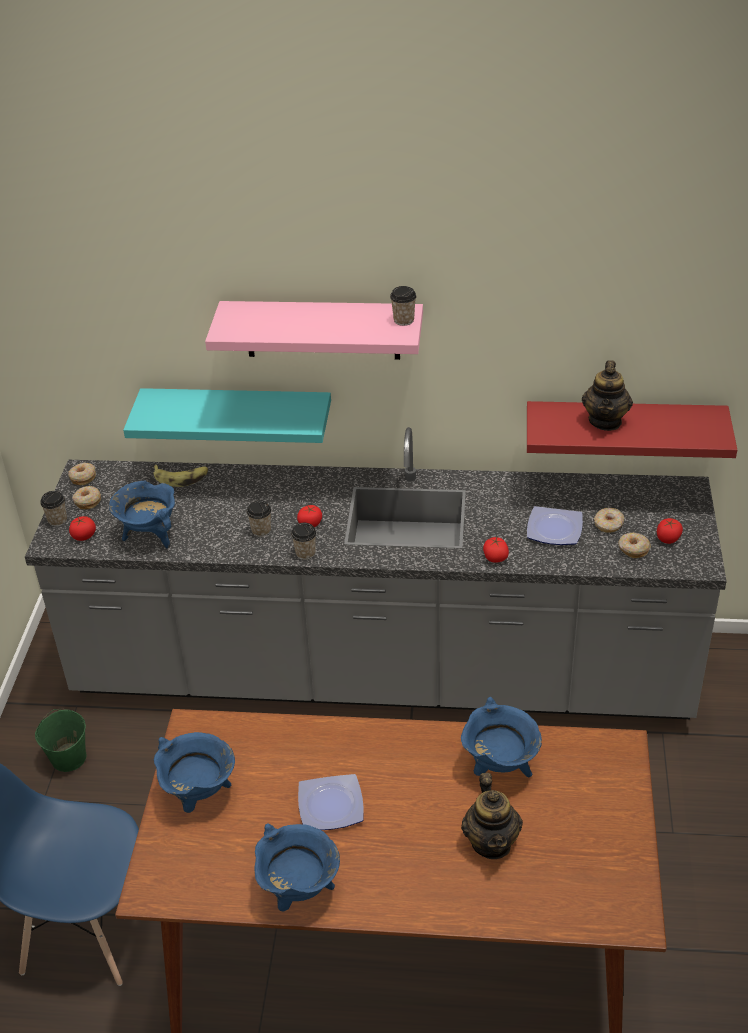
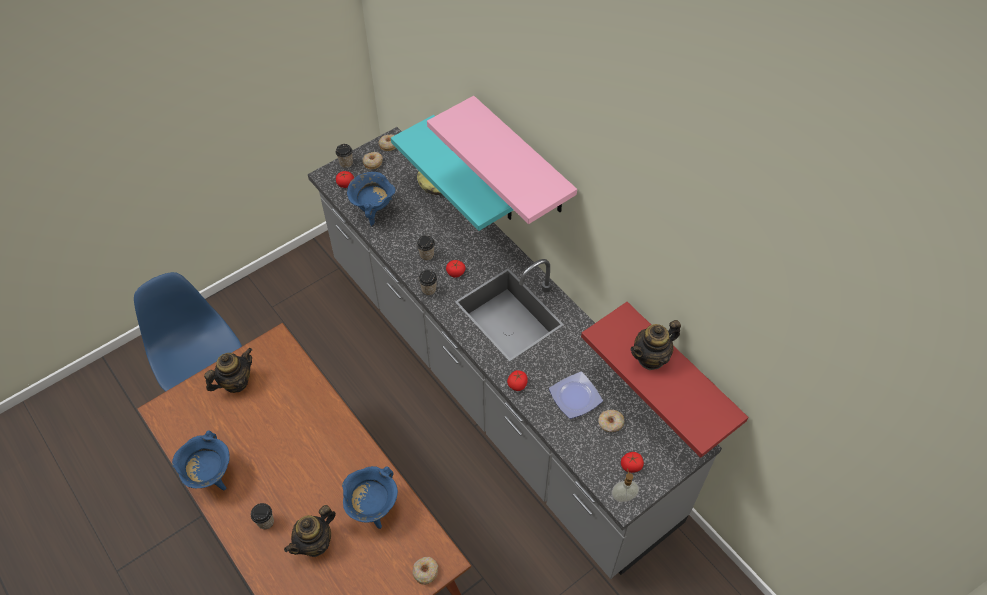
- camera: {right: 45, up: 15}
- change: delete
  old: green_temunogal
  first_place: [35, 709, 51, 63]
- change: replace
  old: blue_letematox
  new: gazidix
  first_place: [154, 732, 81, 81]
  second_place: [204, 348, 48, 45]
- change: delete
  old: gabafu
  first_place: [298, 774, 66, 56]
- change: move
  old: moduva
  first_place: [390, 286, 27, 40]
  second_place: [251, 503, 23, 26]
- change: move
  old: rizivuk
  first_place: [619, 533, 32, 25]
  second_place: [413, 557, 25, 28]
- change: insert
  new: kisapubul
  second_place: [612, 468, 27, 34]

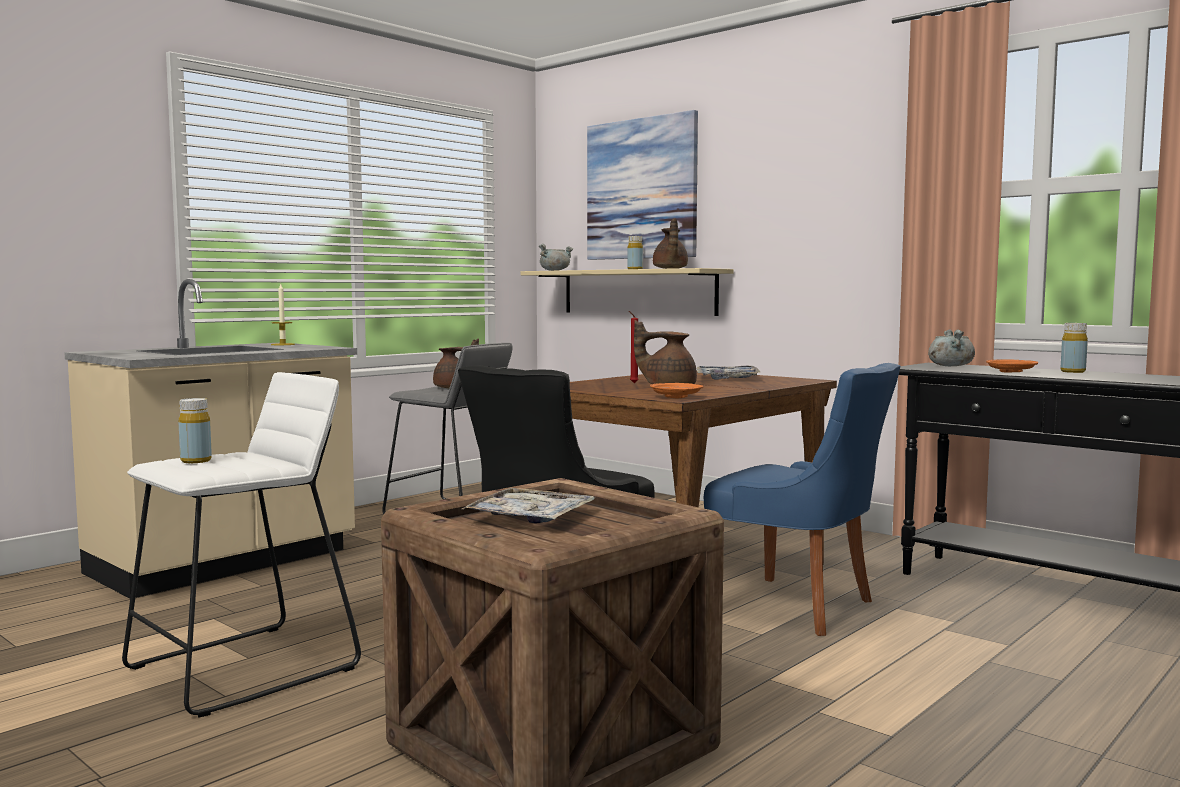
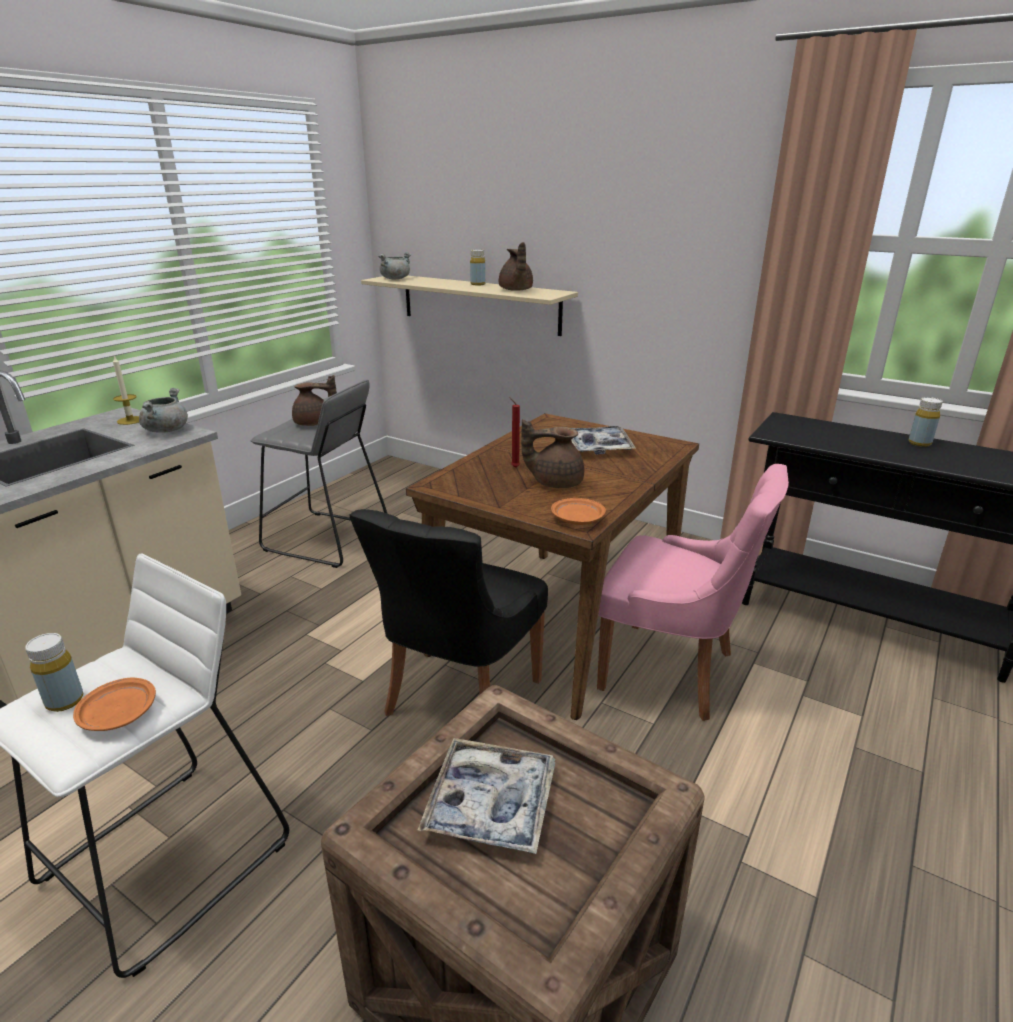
- camera: {right: -10, up: 20}
- change: delete
  old: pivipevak
  first_place: [587, 110, 111, 150]
- change: recolor
  old: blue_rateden
  new: pink_rateden
  first_place: [704, 363, 197, 273]
  second_place: [597, 464, 192, 257]
- change: move
  old: grey_letematox
  first_place: [928, 329, 47, 37]
  second_place: [139, 388, 49, 45]
- change: move
  old: orange_gabafu
  first_place: [986, 359, 52, 14]
  second_place: [73, 677, 83, 54]

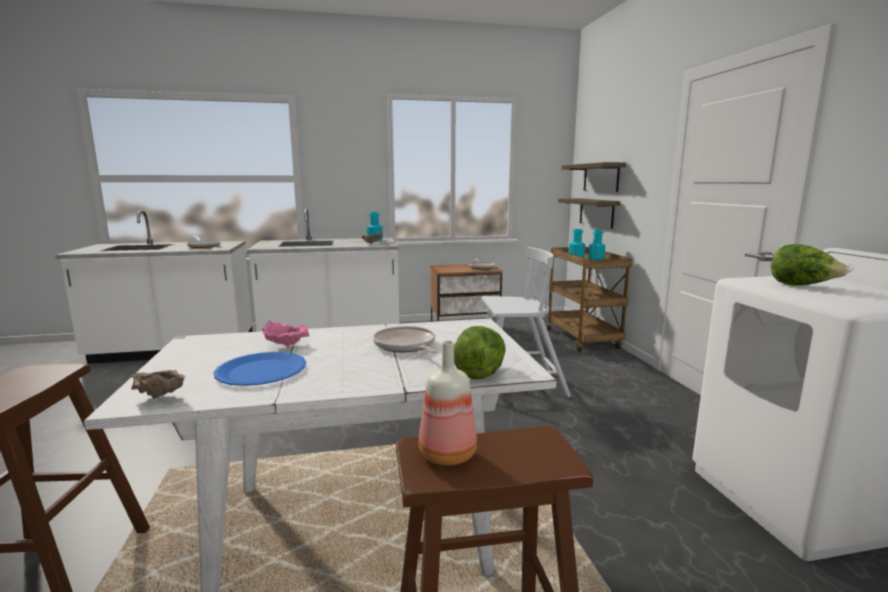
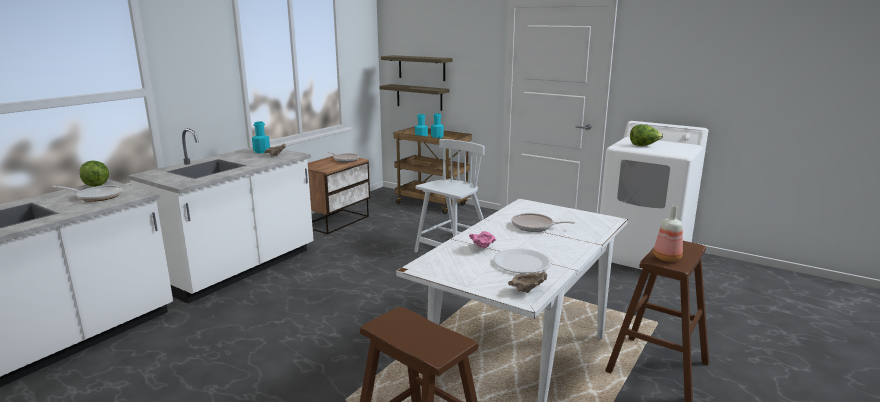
- camera: {right: -45, up: 5}
- change: recolor
  old: blue_gabafu
  new: white_gabafu
  first_place: [214, 352, 92, 34]
  second_place: [493, 249, 59, 24]
- change: move
  old: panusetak
  first_place: [454, 326, 52, 53]
  second_place: [80, 160, 29, 27]

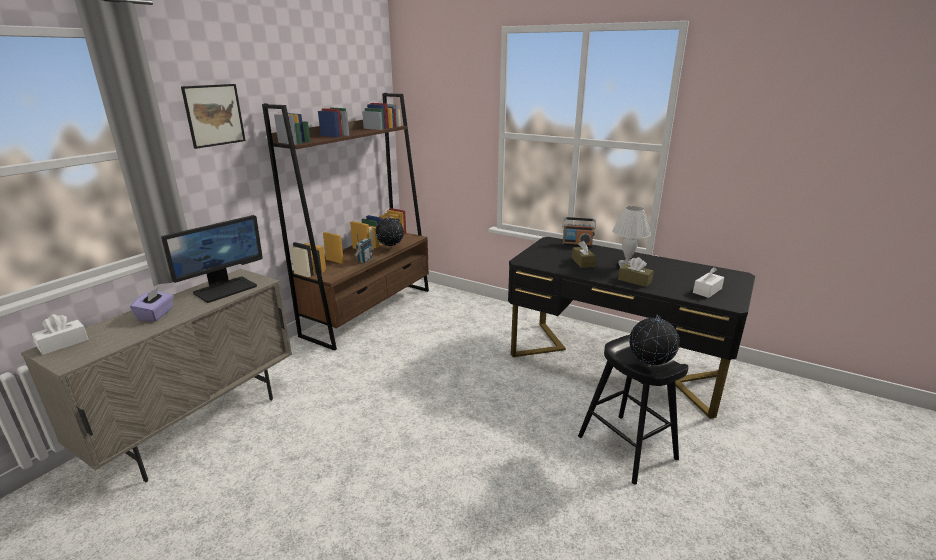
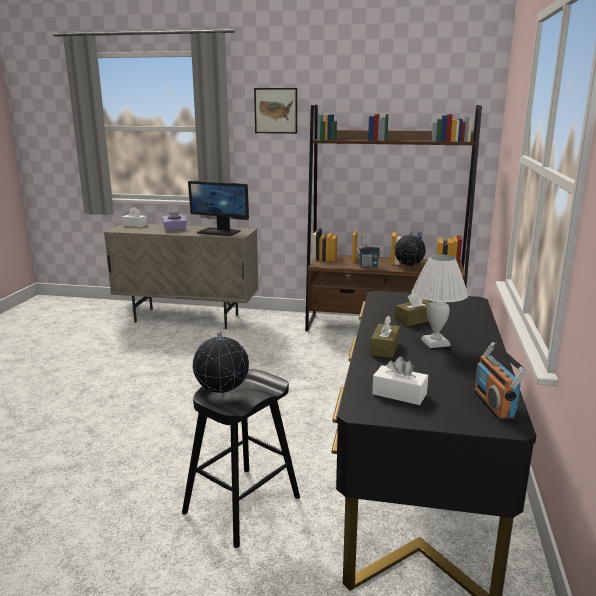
- camera: {right: 70, up: -5}
- change: move
  old: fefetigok
  first_place: [562, 217, 34, 30]
  second_place: [474, 342, 53, 79]

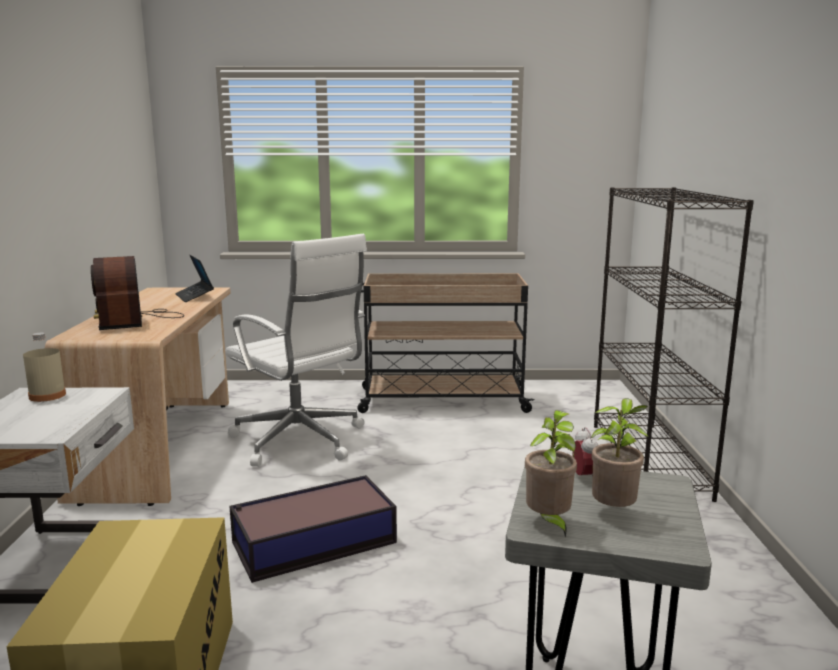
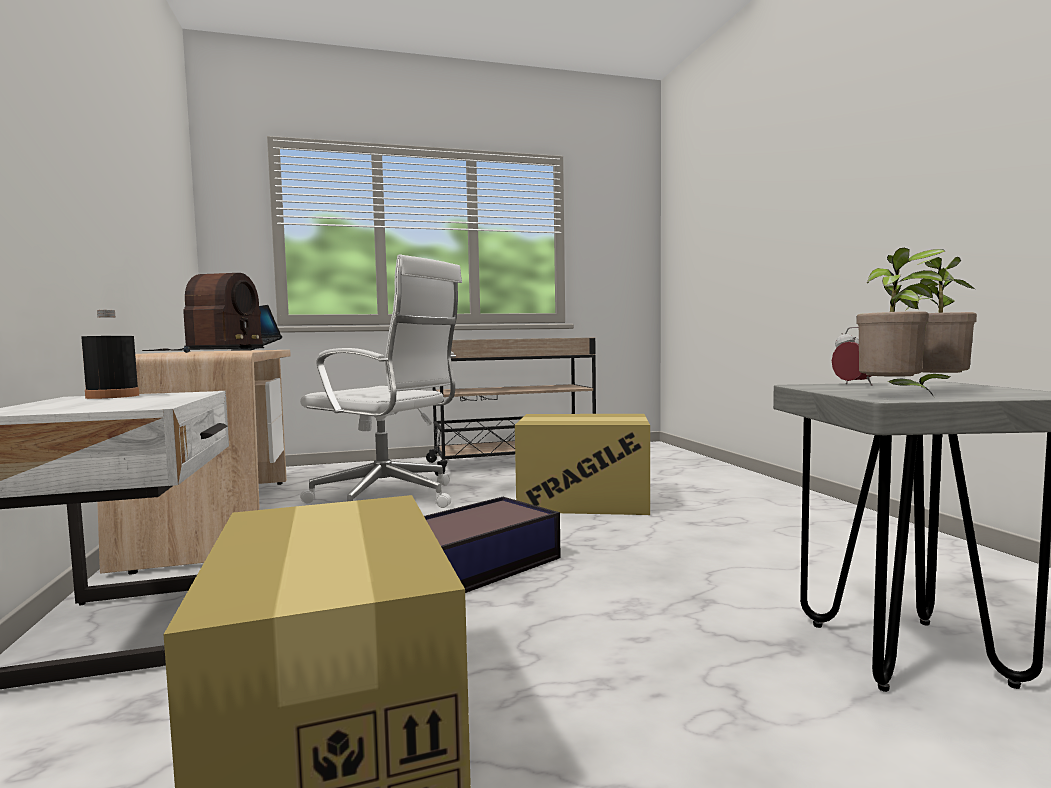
- camera: {right: -15, up: -10}
- change: recolor
  old: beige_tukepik
  new: black_tukepik
  first_place: [23, 333, 43, 69]
  second_place: [81, 310, 58, 89]
- change: rotate
  old: fefetigok
  first_place: [91, 256, 93, 74]
  second_place: [142, 273, 122, 80]
  degrees: -135
- change: delete
  old: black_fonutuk
  first_place: [594, 187, 160, 315]
- change: insert
  new: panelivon
  second_place: [515, 414, 135, 101]

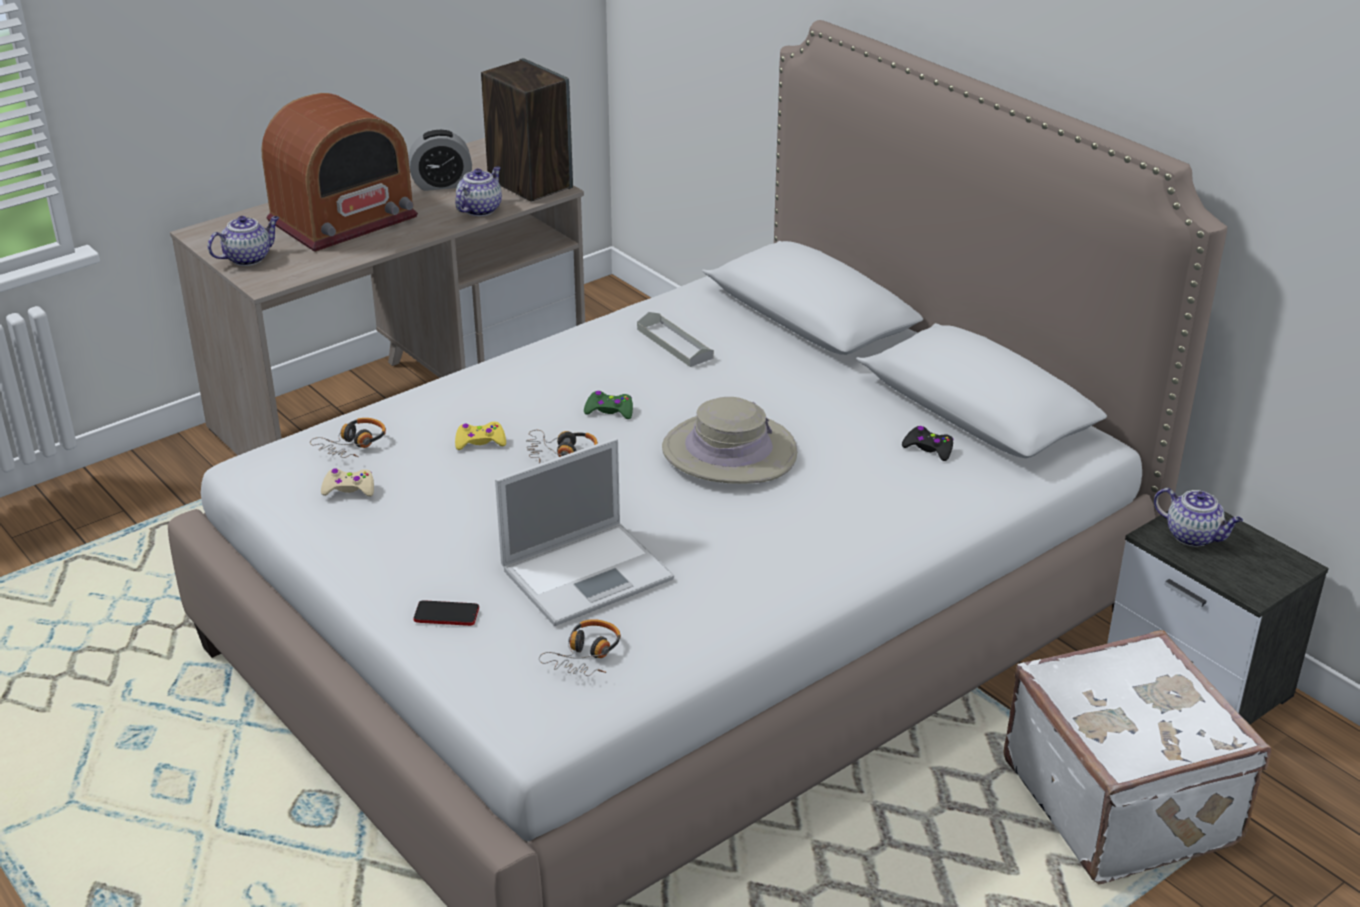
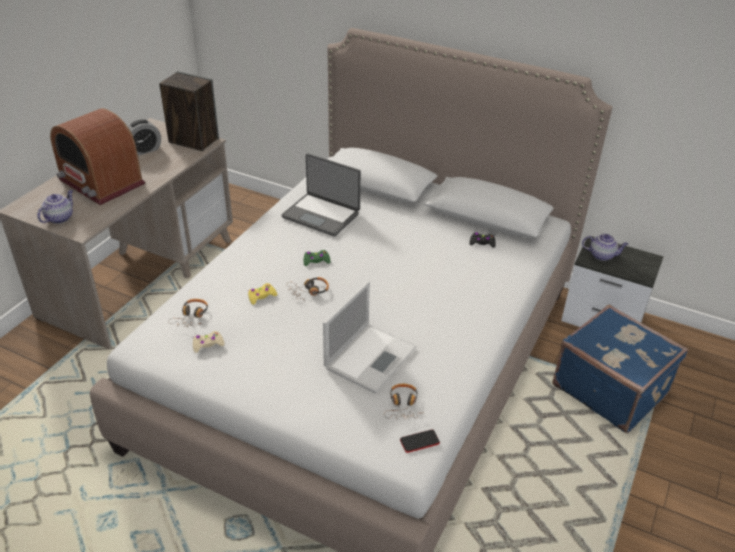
- camera: {right: -25, up: 5}
- change: rotate
  old: fefetigok
  first_place: [261, 93, 157, 159]
  second_place: [50, 108, 95, 97]
  degrees: 105
- change: move
  old: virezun
  first_place: [413, 600, 66, 26]
  second_place: [400, 430, 40, 23]
- change: delete
  old: gazidix
  first_place: [455, 166, 47, 50]
- change: replace
  old: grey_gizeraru
  new: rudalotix
  first_place: [637, 312, 77, 55]
  second_place: [281, 153, 80, 83]
- change: delete
  old: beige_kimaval
  first_place: [662, 397, 136, 87]
- change: recolor
  old: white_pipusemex
  new: blue_pipusemex
  first_place: [1003, 630, 268, 254]
  second_place: [552, 304, 136, 129]

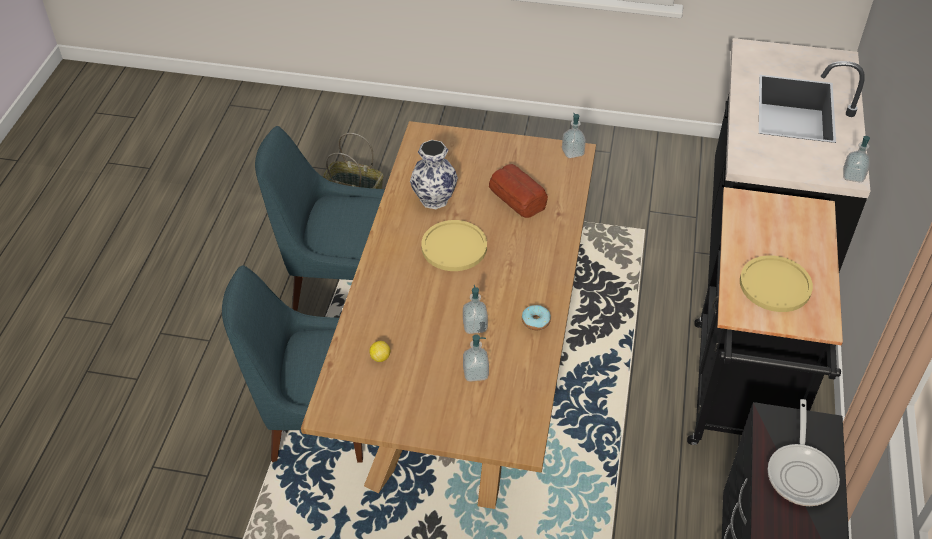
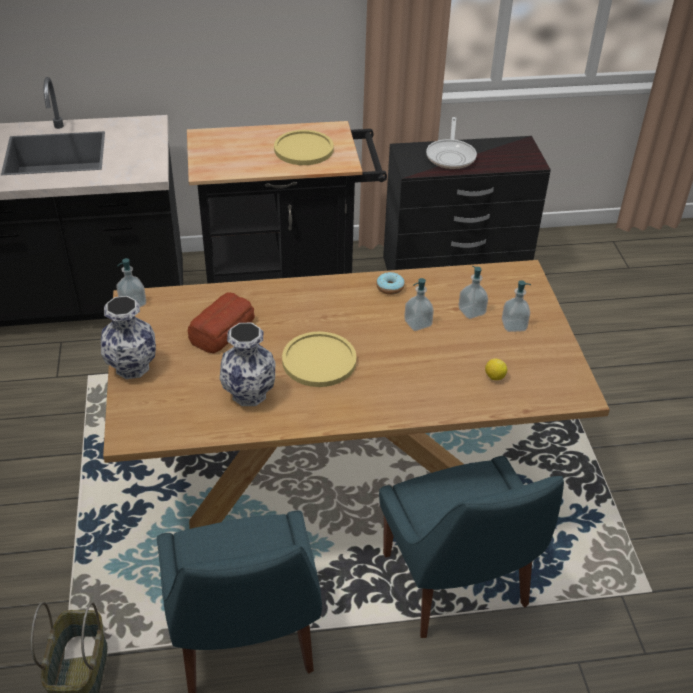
- camera: {right: -110, up: -5}
- change: rotate
  old: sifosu
  first_place: [768, 399, 72, 107]
  second_place: [426, 117, 51, 52]
  degrees: 105
- change: move
  old: kisapubul
  first_place: [843, 136, 27, 46]
  second_place: [502, 280, 29, 52]
- change: insert
  new: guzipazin
  second_place: [101, 296, 55, 83]

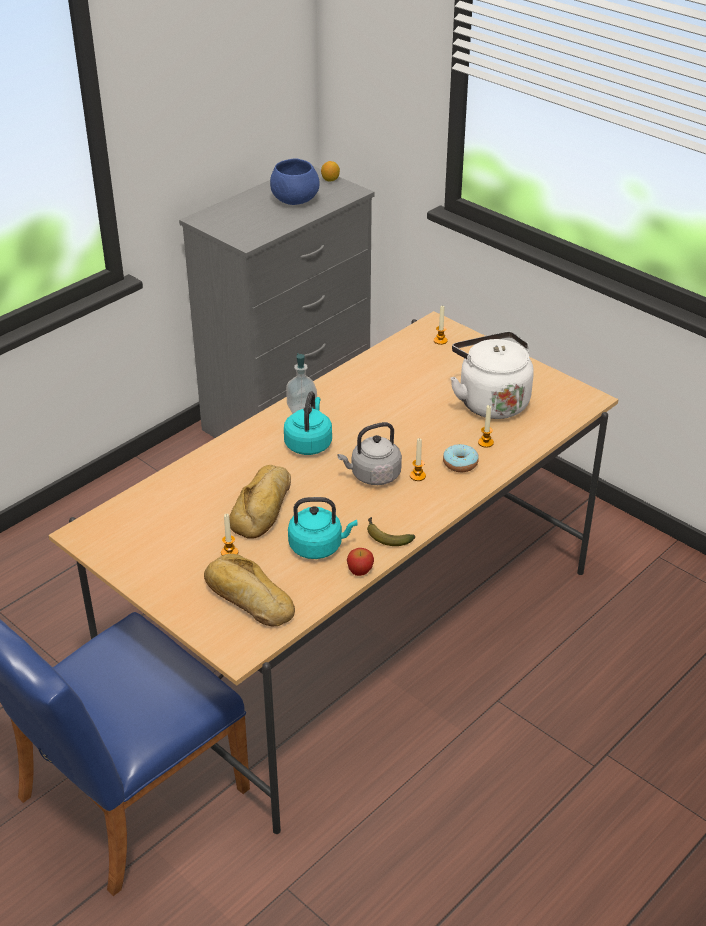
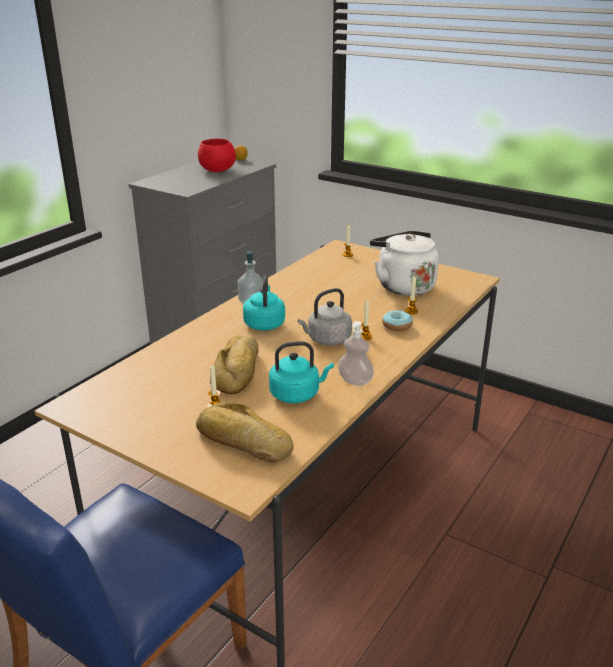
- camera: {right: -10, up: -10}
- change: recolor
  old: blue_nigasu
  new: red_nigasu
  first_place: [270, 159, 49, 46]
  second_place: [198, 138, 38, 34]
- change: delete
  old: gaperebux
  first_place: [347, 548, 27, 28]
- change: replace
  old: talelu
  new: kisapubul
  first_place: [367, 517, 48, 29]
  second_place: [338, 321, 36, 65]

